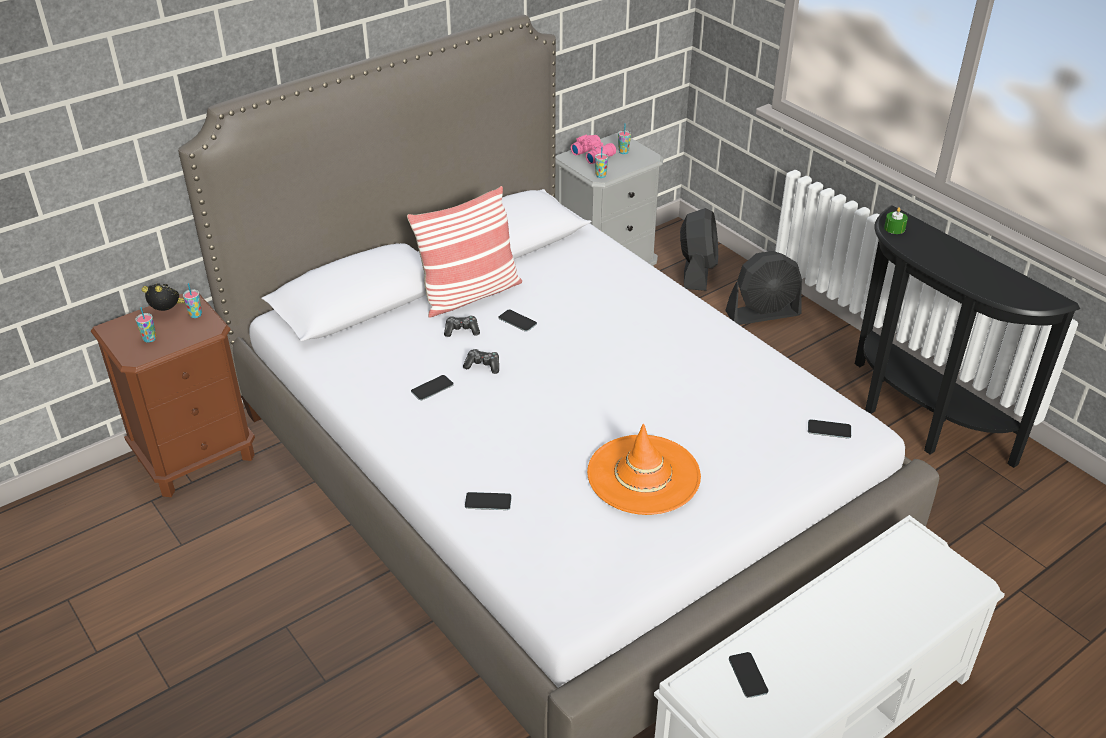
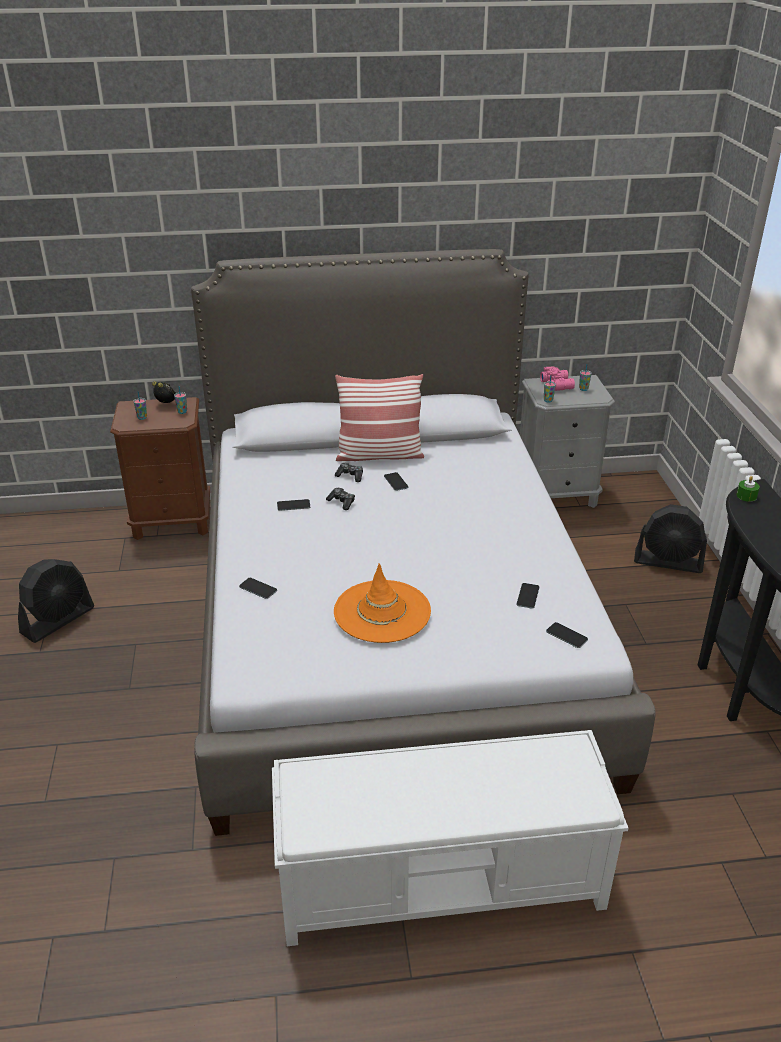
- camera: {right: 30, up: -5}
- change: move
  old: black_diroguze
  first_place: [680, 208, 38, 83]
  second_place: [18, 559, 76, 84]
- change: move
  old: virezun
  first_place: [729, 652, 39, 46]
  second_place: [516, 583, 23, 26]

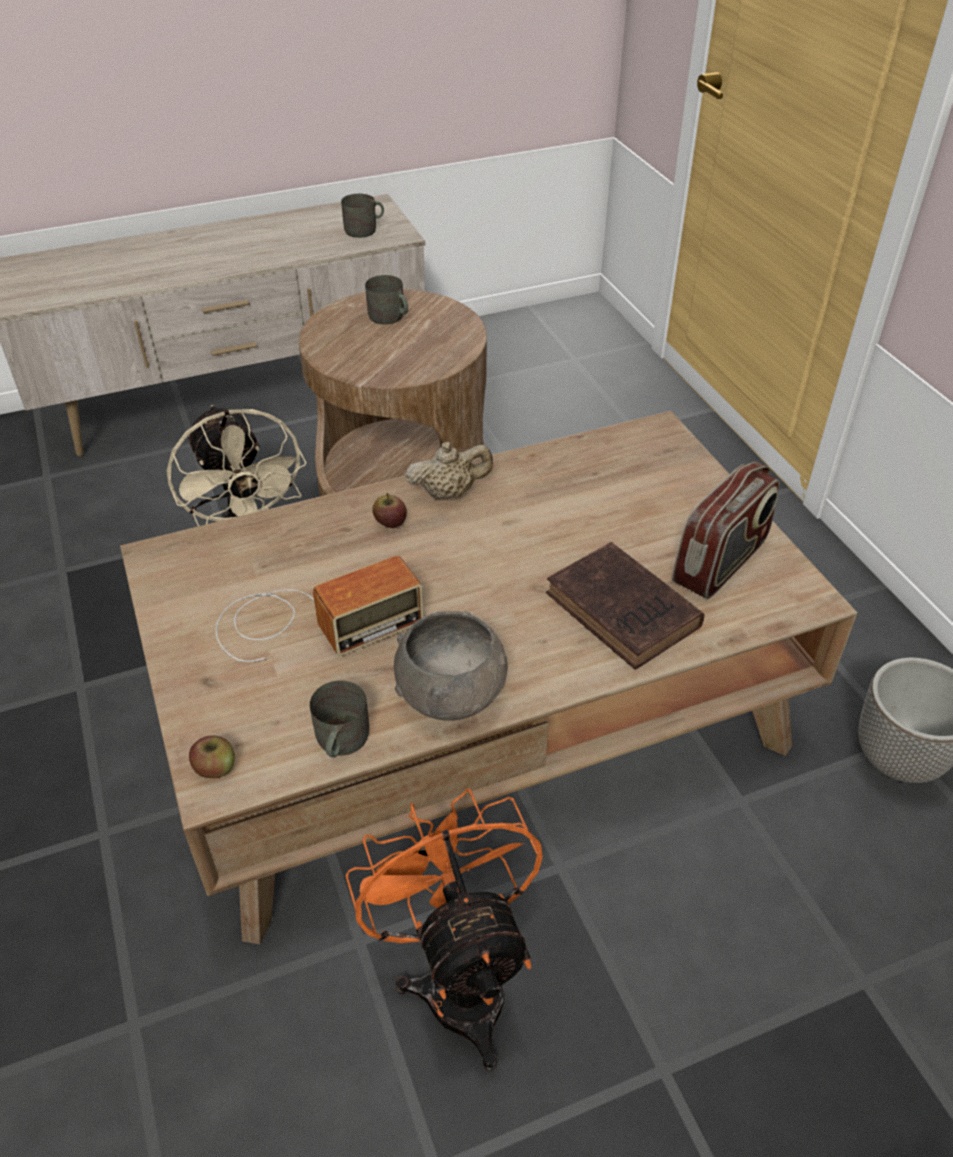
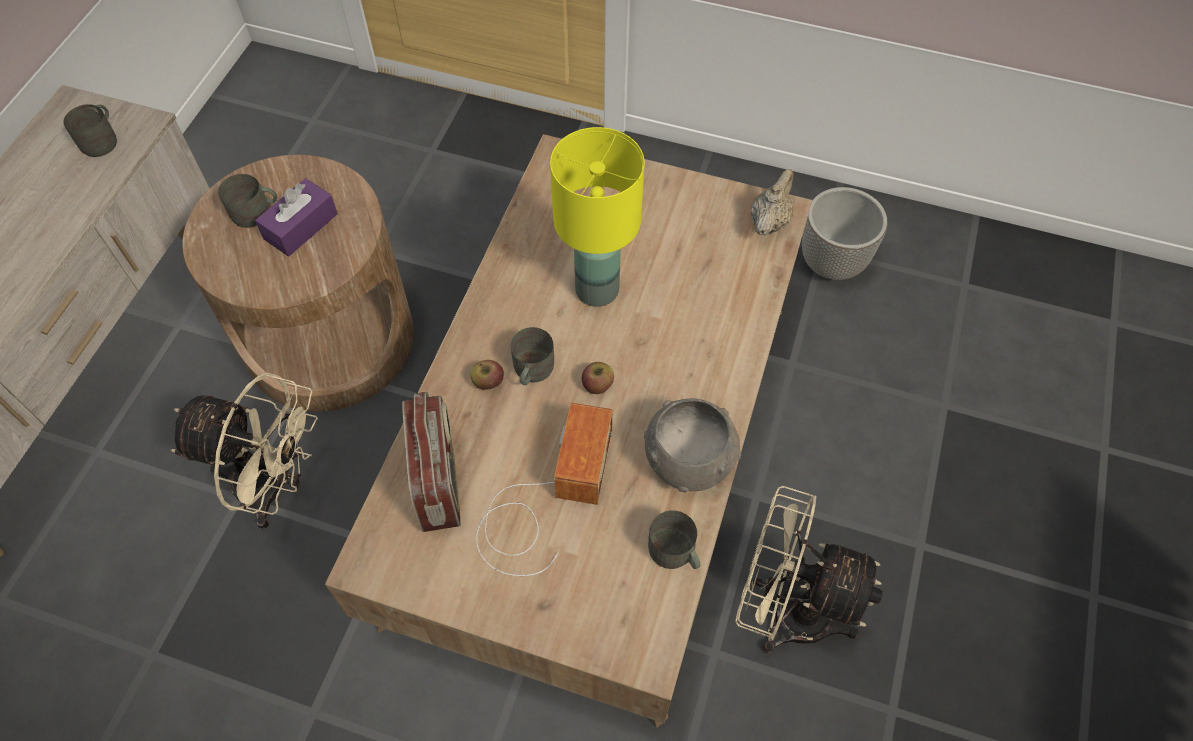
- camera: {right: -50, up: 15}
- change: move
  old: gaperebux
  first_place: [189, 735, 46, 43]
  second_place: [582, 362, 32, 32]
- change: recolor
  old: orange_diroguze
  new: beige_diroguze
  first_place: [346, 788, 197, 283]
  second_place: [735, 486, 148, 168]
- change: move
  old: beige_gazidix
  first_place: [405, 442, 88, 57]
  second_place: [751, 169, 43, 66]
- change: delete
  old: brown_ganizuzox
  first_place: [546, 542, 158, 128]
- change: move
  old: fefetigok
  first_place: [672, 462, 108, 137]
  second_place: [402, 392, 59, 140]
- change: insert
  new: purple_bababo
  second_place: [255, 178, 83, 78]
- change: insert
  new: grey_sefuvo
  second_place: [511, 327, 43, 58]
- change: insert
  new: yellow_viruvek
  second_place: [550, 127, 95, 180]

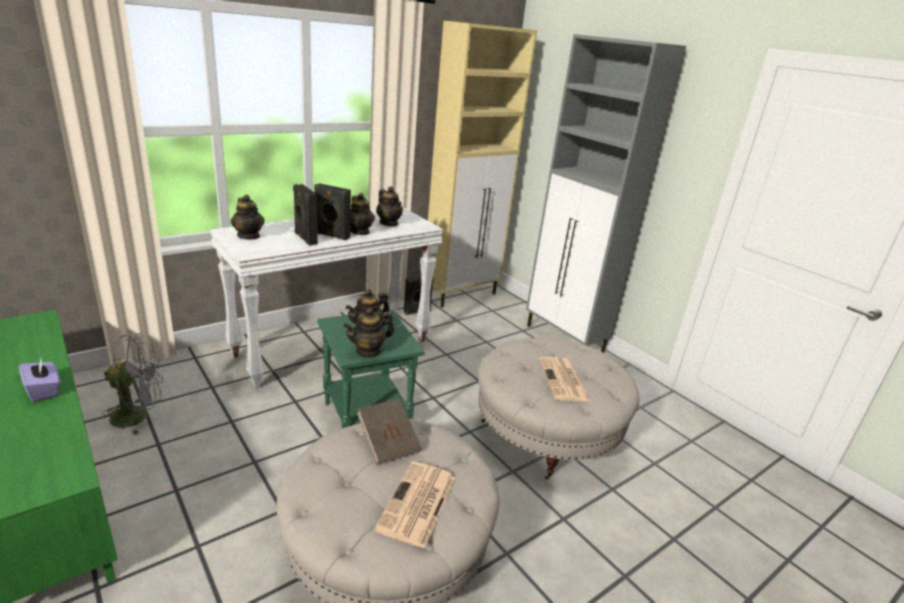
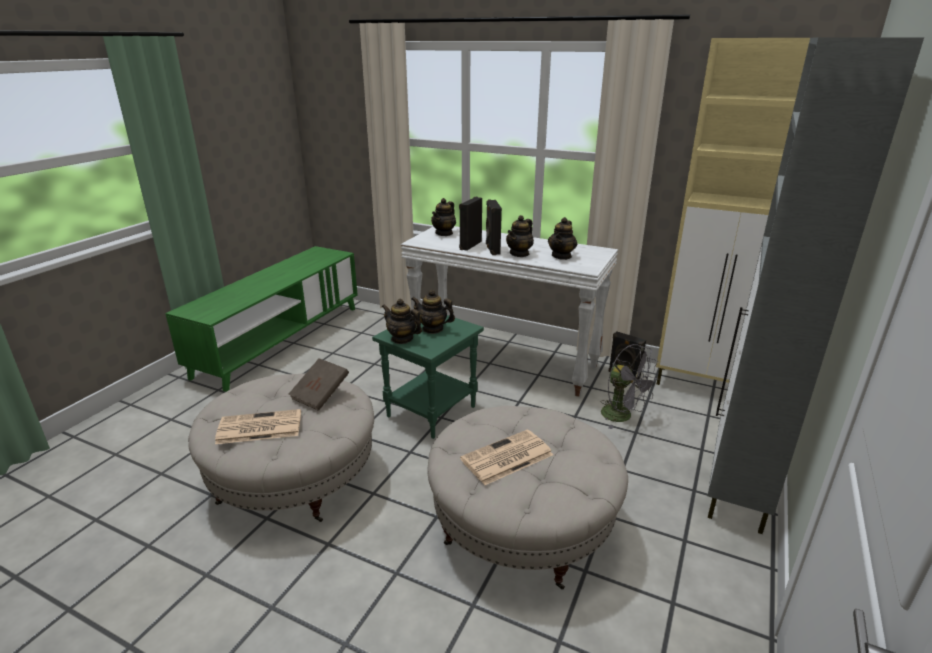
- camera: {right: 65, up: 0}
- change: delete
  old: purple_bababo
  first_place: [19, 359, 41, 43]
- change: move
  old: grey_diroguze
  first_place: [101, 333, 62, 102]
  second_place: [600, 344, 59, 85]

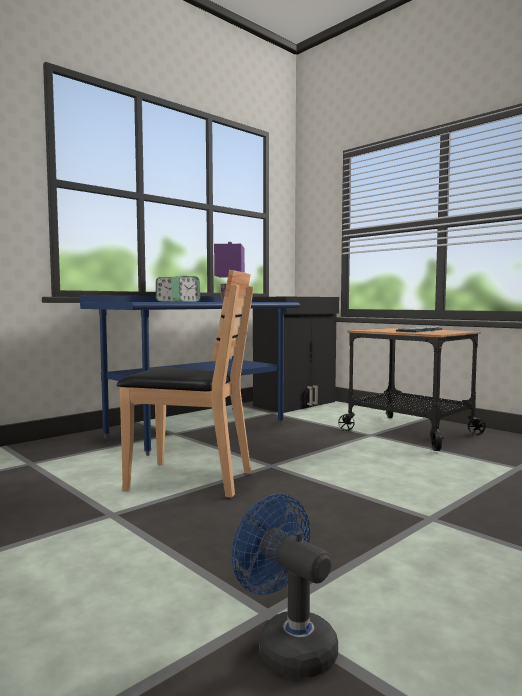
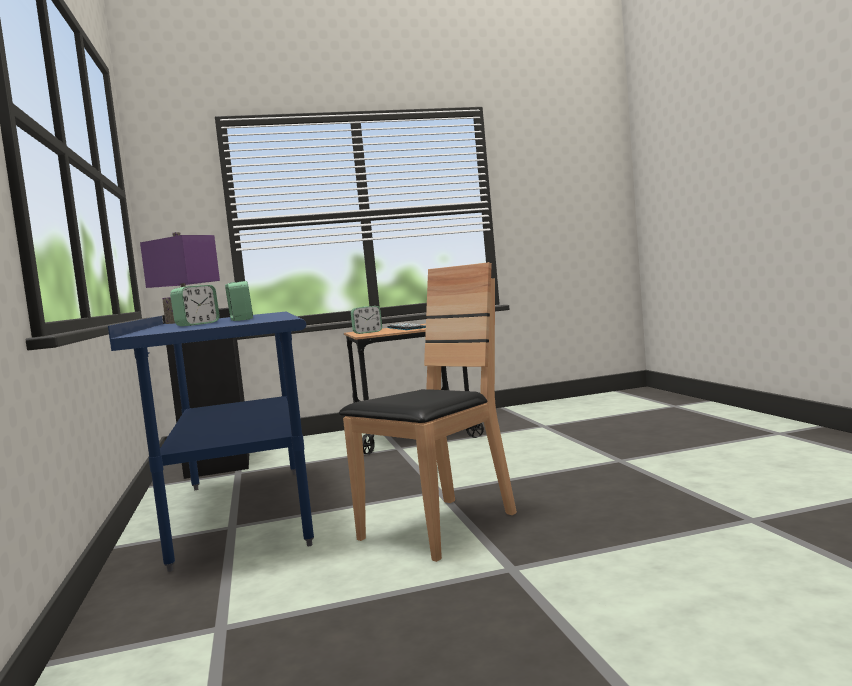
- camera: {right: -60, up: 0}
- change: delete
  old: blue_diroguze
  first_place: [231, 494, 107, 184]
- change: insert
  new: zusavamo
  second_place: [351, 306, 31, 28]

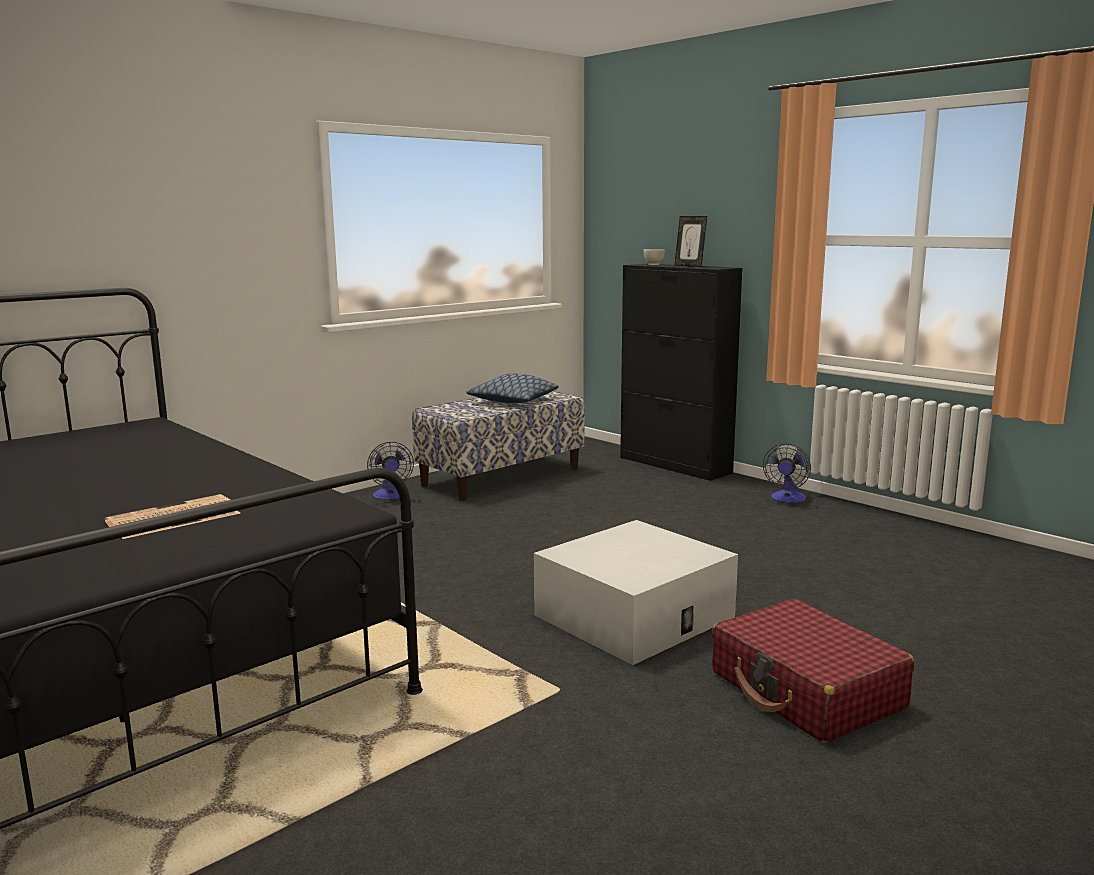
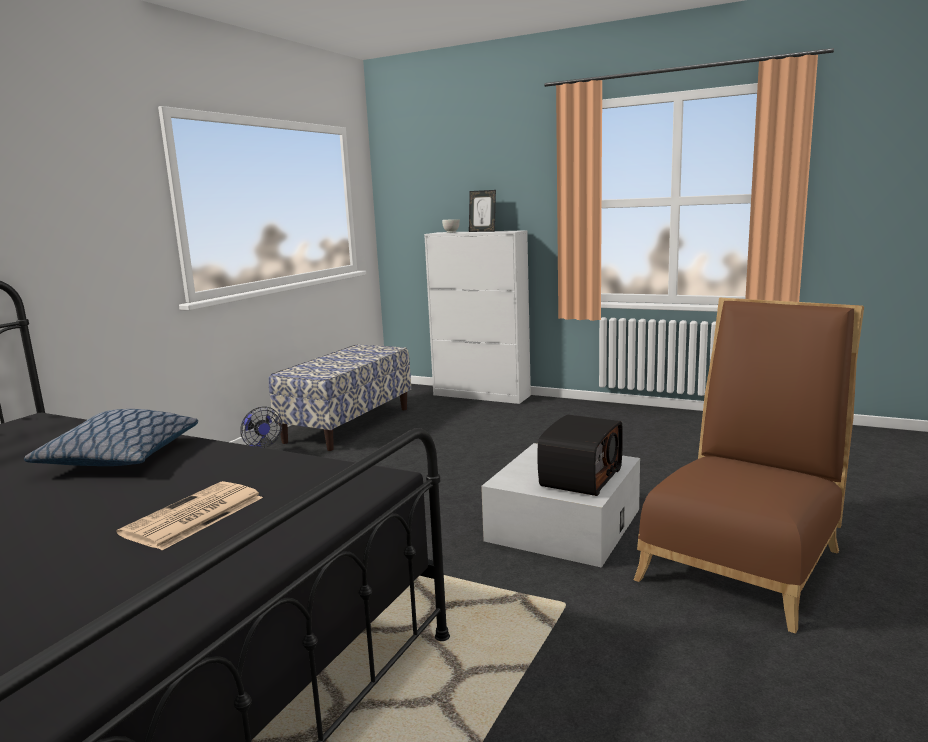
- camera: {right: -20, up: 0}
- change: move
  old: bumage
  first_place: [466, 373, 93, 30]
  second_place: [24, 409, 174, 57]
- change: recolor
  old: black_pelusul
  new: white_pelusul
  first_place: [620, 264, 122, 217]
  second_place: [424, 230, 107, 174]
- change: replace
  old: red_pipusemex
  new: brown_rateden
  first_place: [712, 599, 202, 144]
  second_place: [634, 298, 230, 335]
- change: delete
  old: diroguze
  first_place: [763, 443, 48, 60]
- change: insert
  new: fefetigok
  second_place: [538, 415, 85, 81]

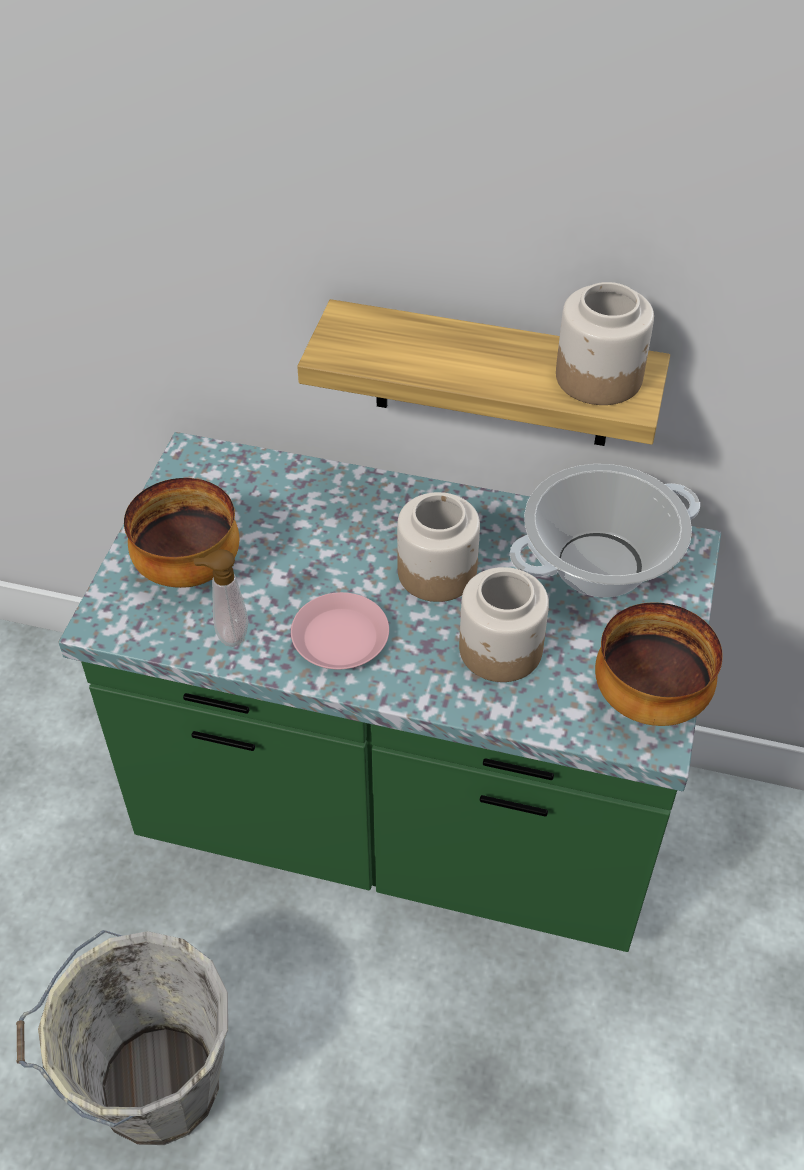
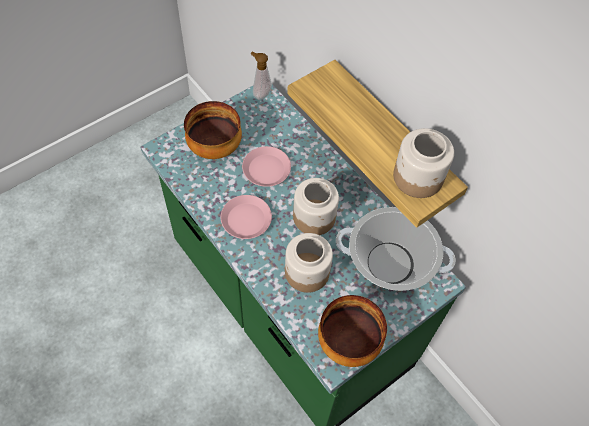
- camera: {right: 35, up: 10}
- change: delete
  old: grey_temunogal
  first_place: [16, 930, 212, 215]
- change: move
  old: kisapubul
  first_place: [194, 549, 54, 98]
  second_place: [251, 52, 21, 48]
- change: insert
  new: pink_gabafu
  second_place: [242, 146, 49, 41]

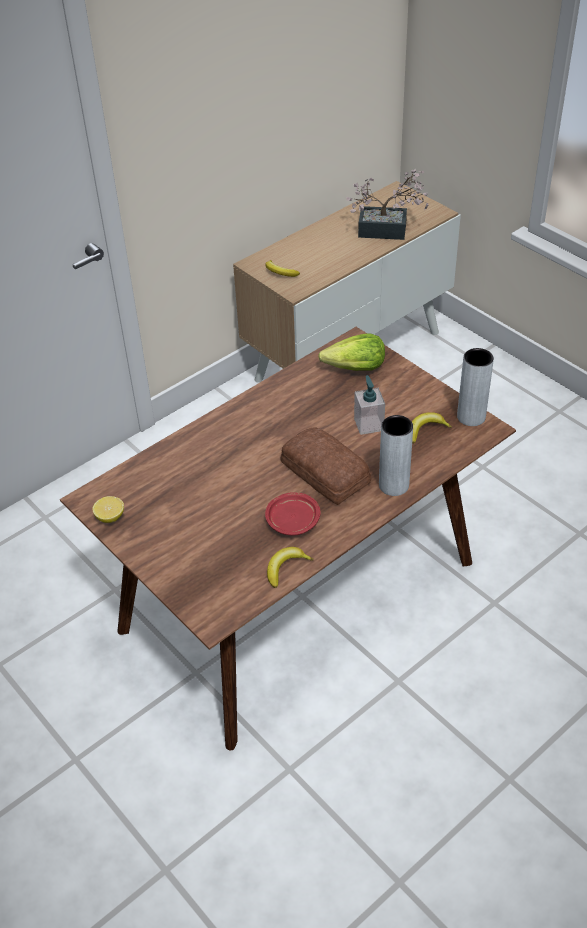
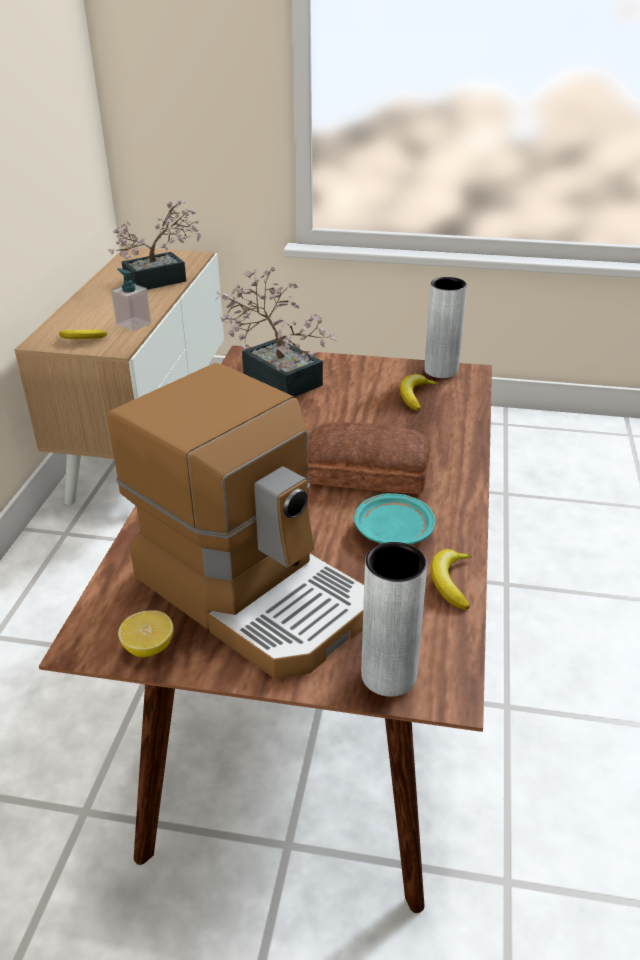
- camera: {right: -40, up: -10}
- change: recolor
  old: red_gabafu
  new: turquoise_gabafu
  first_place: [265, 492, 56, 44]
  second_place: [354, 493, 81, 52]
- change: replace
  old: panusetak
  new: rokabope
  first_place: [318, 333, 67, 38]
  second_place: [215, 267, 123, 130]
- change: move
  old: kisapubul
  first_place: [354, 375, 31, 60]
  second_place: [111, 268, 40, 63]
- change: move
  old: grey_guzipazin
  first_place: [379, 415, 34, 81]
  second_place: [361, 542, 66, 155]
- change: insert
  new: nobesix
  second_place: [108, 363, 256, 316]

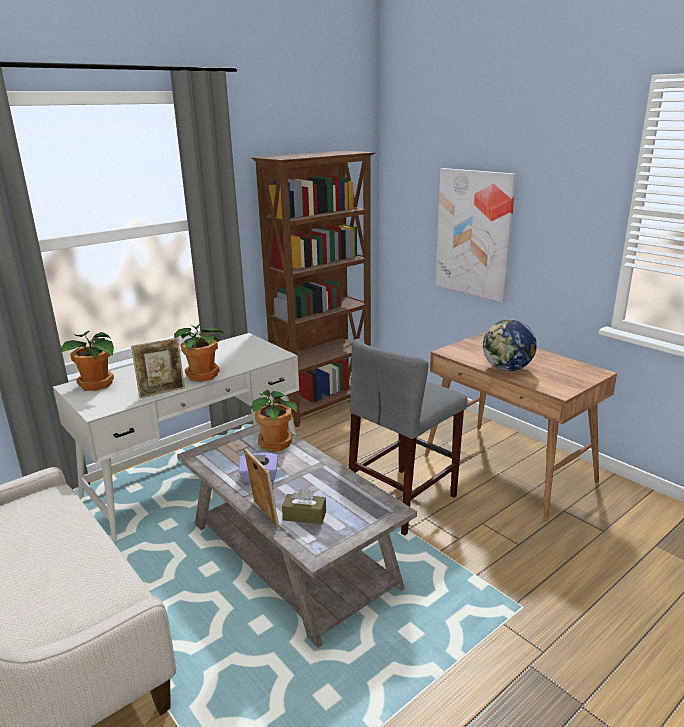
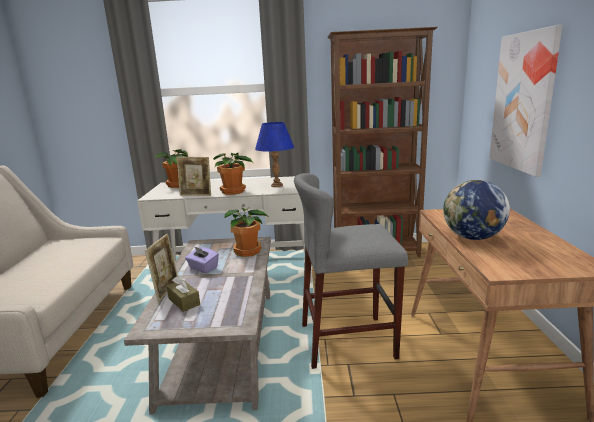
- camera: {right: 40, up: -5}
- change: insert
  new: blue_viruvek
  second_place: [255, 122, 39, 65]

